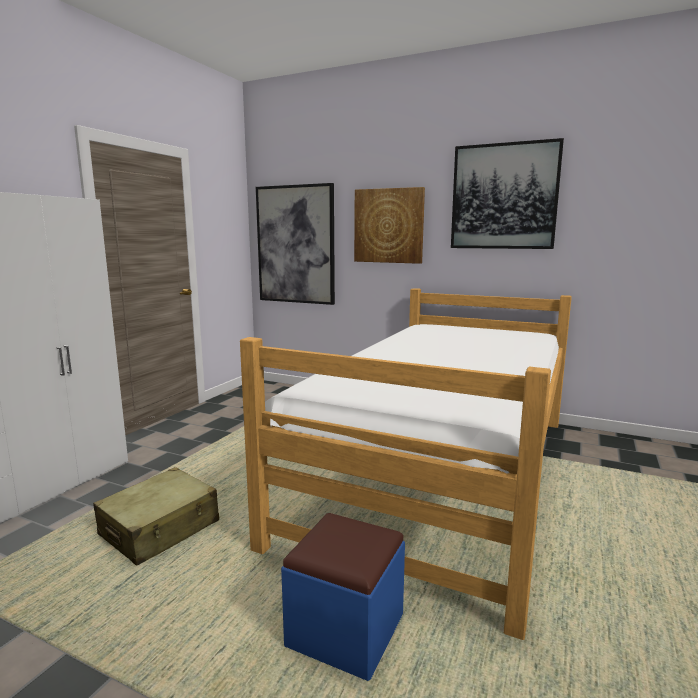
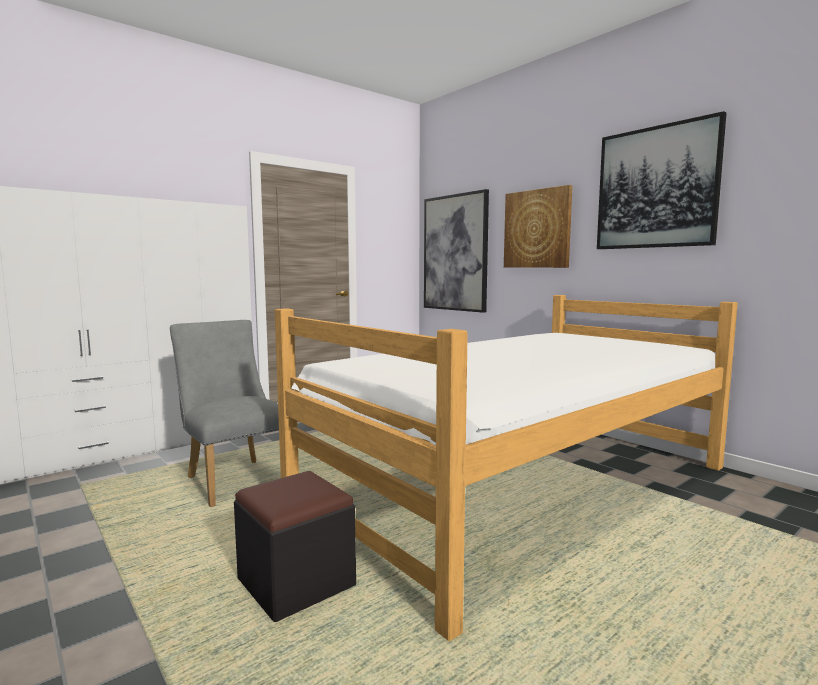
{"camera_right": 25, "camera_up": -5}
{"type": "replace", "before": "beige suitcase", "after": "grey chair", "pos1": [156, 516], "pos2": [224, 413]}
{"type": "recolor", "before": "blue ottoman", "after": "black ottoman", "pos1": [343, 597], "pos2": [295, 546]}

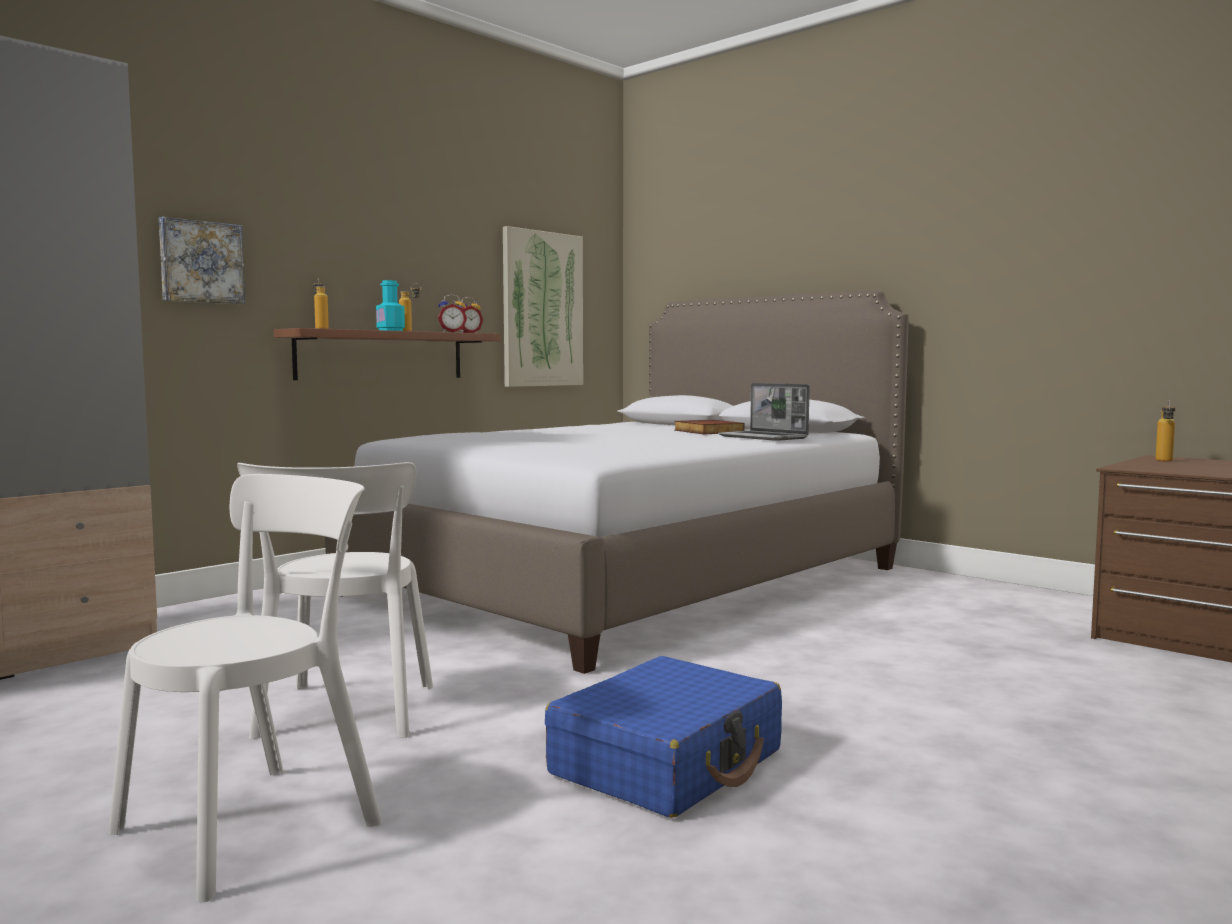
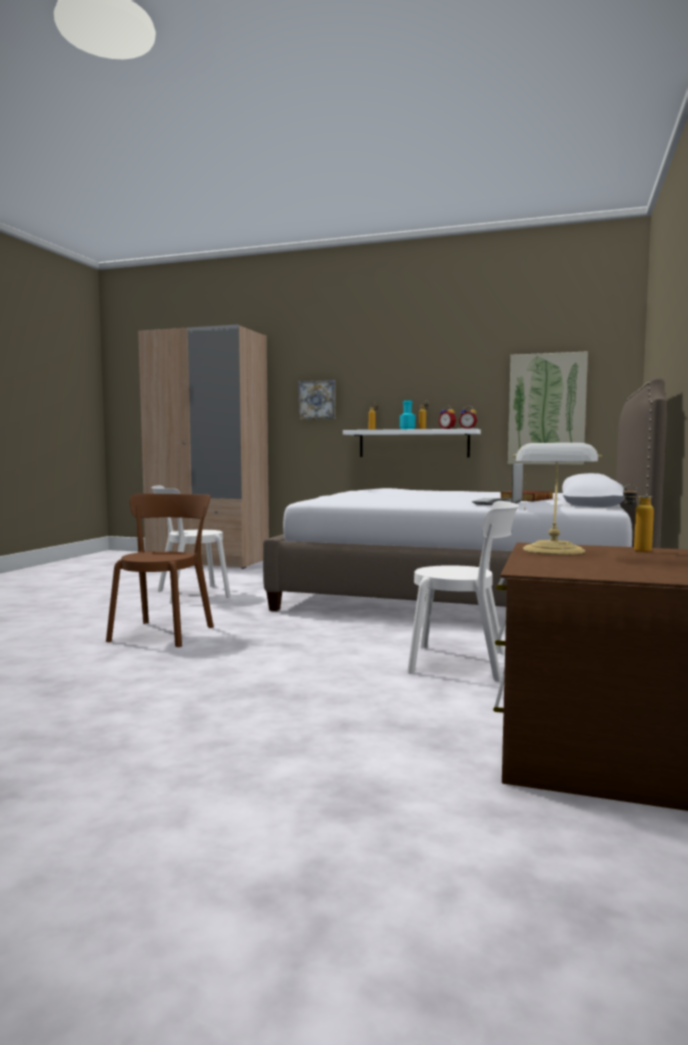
{"camera_right": 65, "camera_up": 0}
{"type": "replace", "before": "blue suitcase", "after": "brown chair", "pos1": [663, 737], "pos2": [160, 570]}
{"type": "recolor", "before": "brown shelf", "after": "white shelf", "pos1": [387, 354], "pos2": [412, 443]}
{"type": "move", "before": "white chair", "pos1": [245, 688], "pos2": [463, 591]}
{"type": "insert", "after": "table lamp", "pos2": [557, 499]}

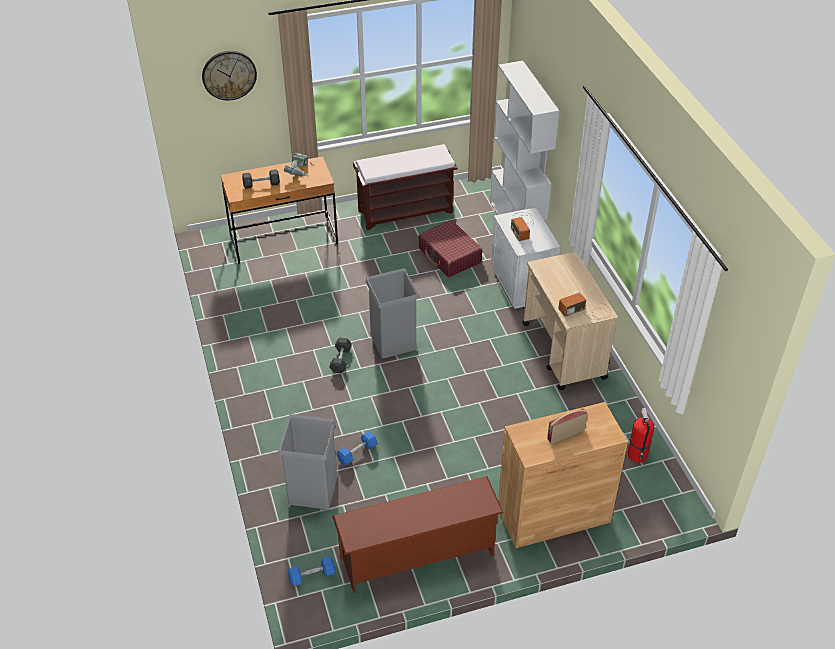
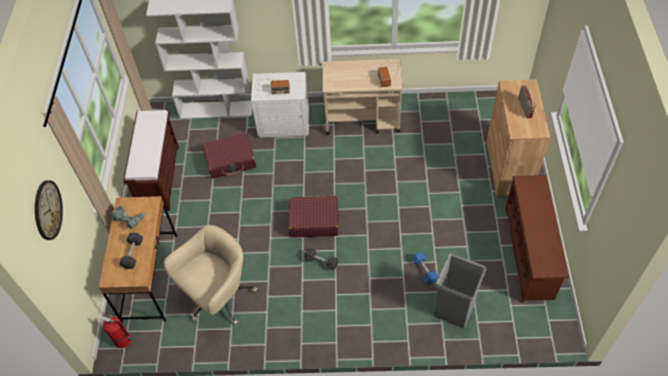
{"camera_right": -70, "camera_up": 10}
{"type": "move", "before": "fire extinguisher", "pos1": [640, 435], "pos2": [116, 332]}
{"type": "insert", "after": "beige office chair", "pos2": [211, 275]}
{"type": "replace", "before": "grey trash can", "after": "red suitcase", "pos1": [392, 313], "pos2": [313, 216]}
{"type": "delete", "before": "blue dumbbell", "pos1": [312, 571]}

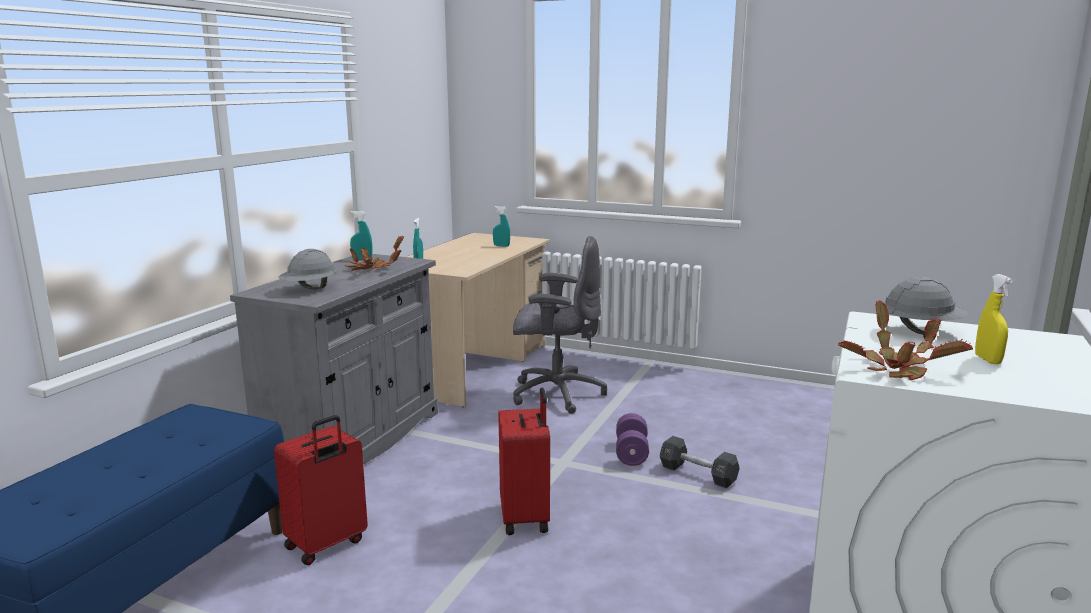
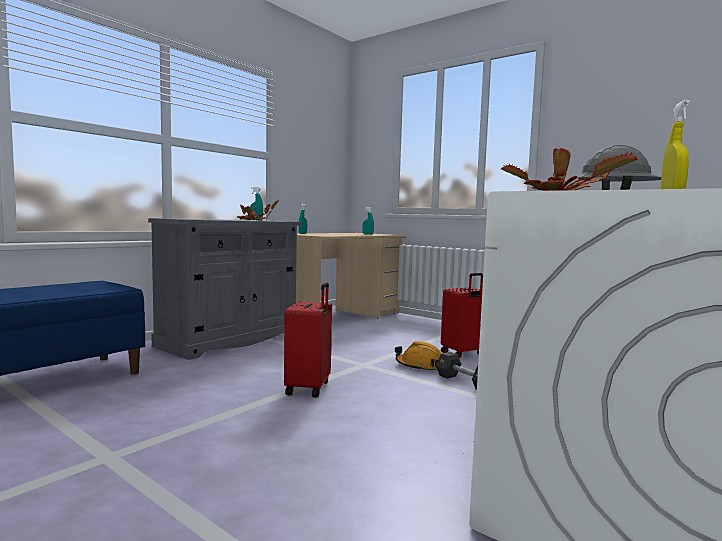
{"camera_right": 15, "camera_up": -10}
{"type": "replace", "before": "purple dumbbell", "after": "orange hard hat", "pos1": [632, 439], "pos2": [418, 356]}
{"type": "move", "before": "red suitcase", "pos1": [321, 490], "pos2": [462, 315]}
{"type": "delete", "before": "grey hard hat", "pos1": [307, 269]}
{"type": "delete", "before": "grey office chair", "pos1": [560, 325]}

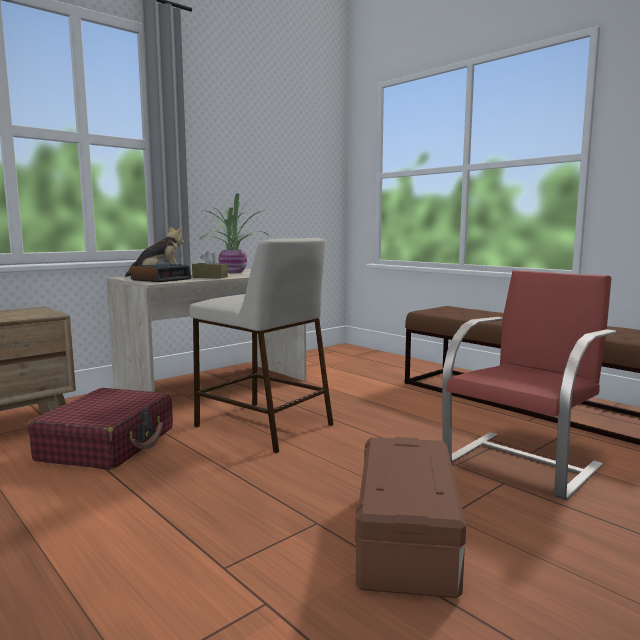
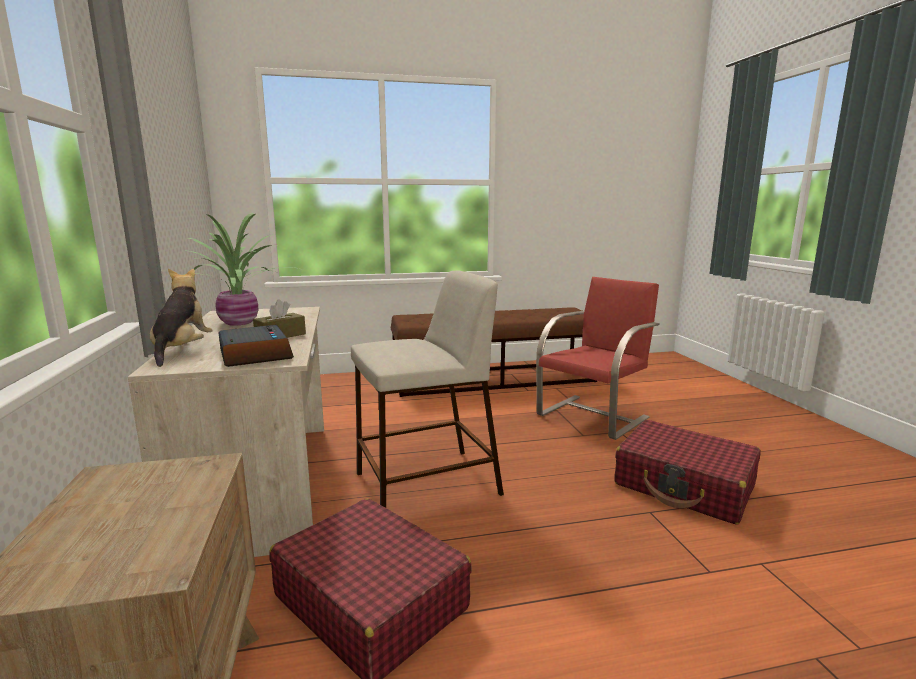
{"camera_right": -60, "camera_up": 5}
{"type": "rotate", "before": "red chair", "pos1": [529, 385], "pos2": [598, 358], "turn": 60}
{"type": "replace", "before": "brown storage box", "after": "red suitcase", "pos1": [410, 517], "pos2": [687, 472]}

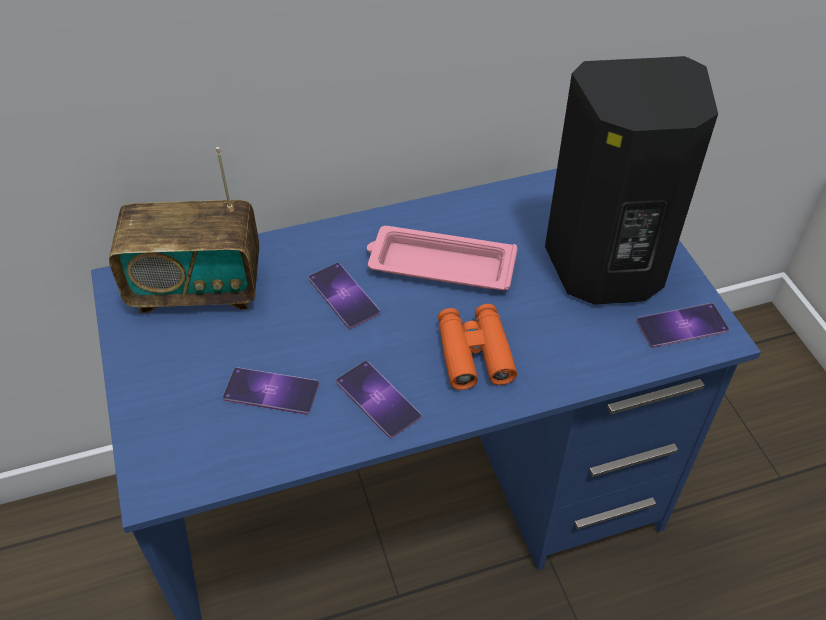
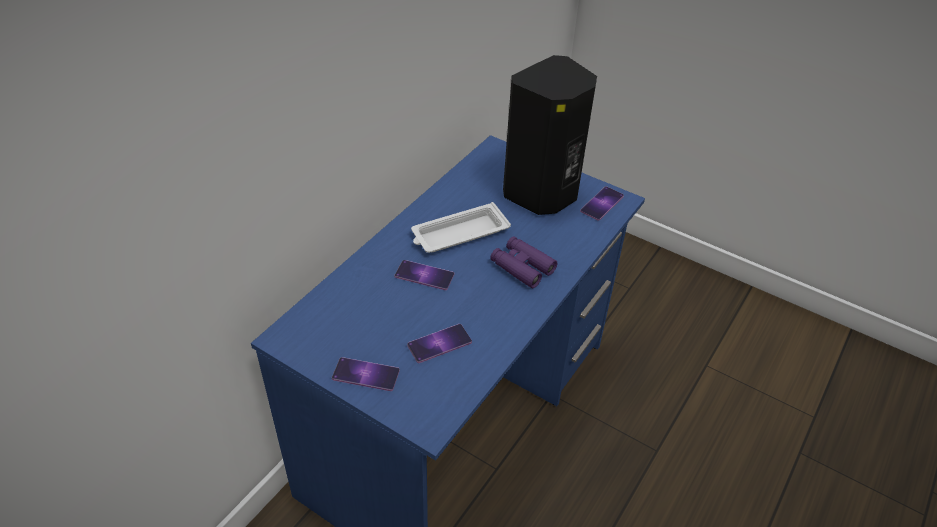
{"camera_right": -40, "camera_up": -5}
{"type": "move", "before": "phone", "pos1": [378, 400], "pos2": [366, 374]}
{"type": "recolor", "before": "pink tray", "after": "white tray", "pos1": [442, 258], "pos2": [461, 227]}
{"type": "recolor", "before": "orange binoculars", "after": "purple binoculars", "pos1": [477, 347], "pos2": [523, 262]}
{"type": "delete", "before": "radio", "pos1": [184, 230]}

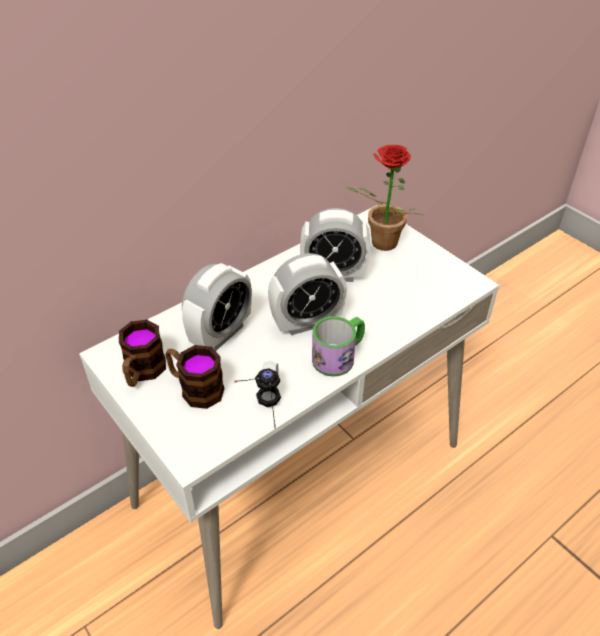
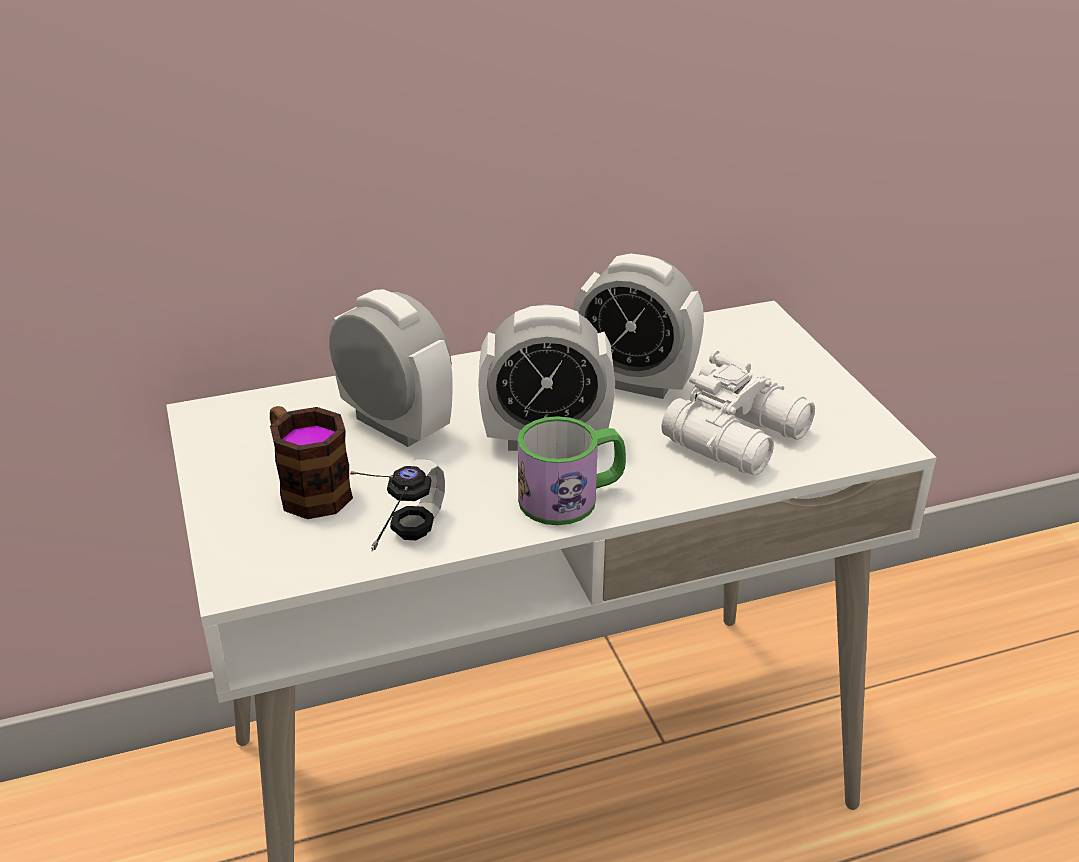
{"camera_right": 20, "camera_up": -10}
{"type": "rotate", "before": "alarm clock", "pos1": [217, 307], "pos2": [391, 368], "turn": -105}
{"type": "insert", "after": "white binoculars", "pos2": [738, 412]}
{"type": "delete", "before": "mug", "pos1": [142, 353]}
{"type": "delete", "before": "potted plant", "pos1": [385, 198]}

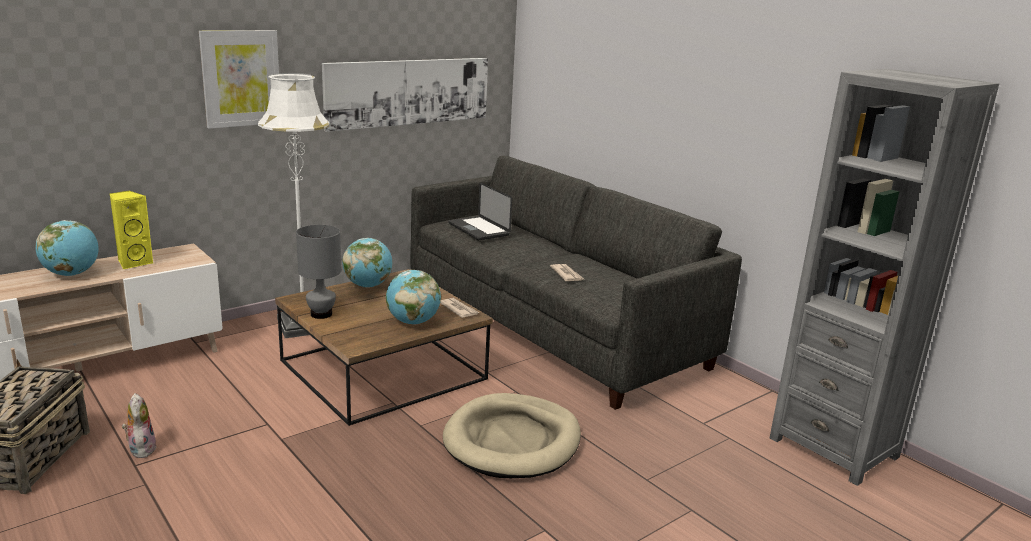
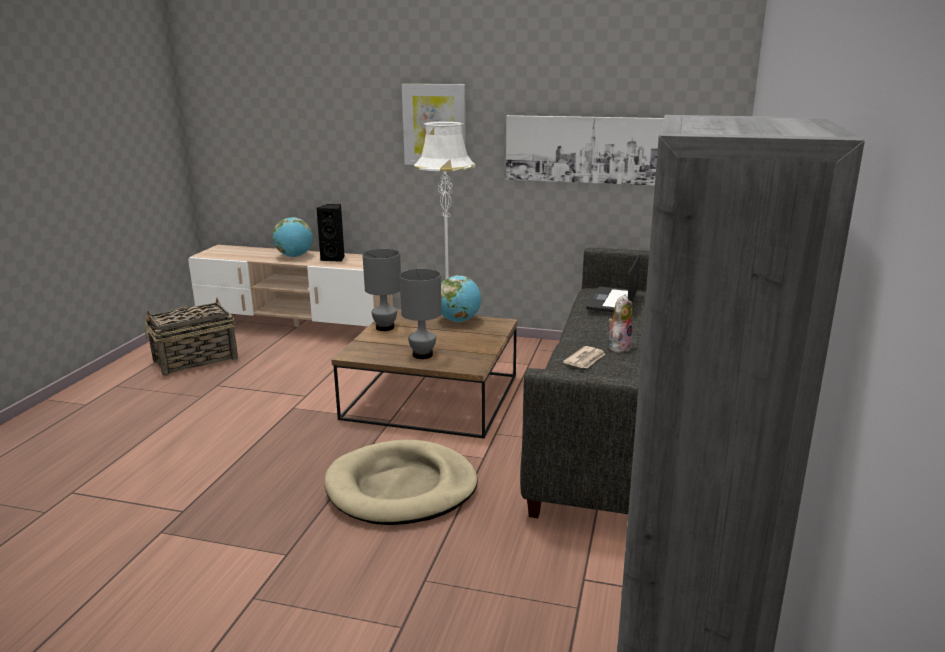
{"camera_right": 55, "camera_up": 0}
{"type": "recolor", "before": "yellow speaker", "after": "black speaker", "pos1": [132, 229], "pos2": [330, 233]}
{"type": "replace", "before": "globe", "after": "grey table lamp", "pos1": [413, 297], "pos2": [420, 314]}
{"type": "move", "before": "plush toy", "pos1": [139, 425], "pos2": [620, 323]}
{"type": "delete", "before": "newspaper", "pos1": [459, 308]}

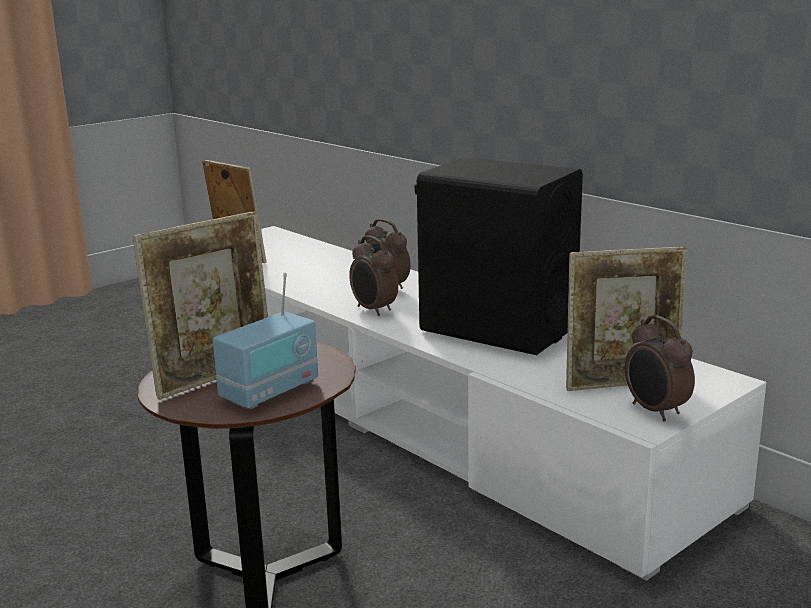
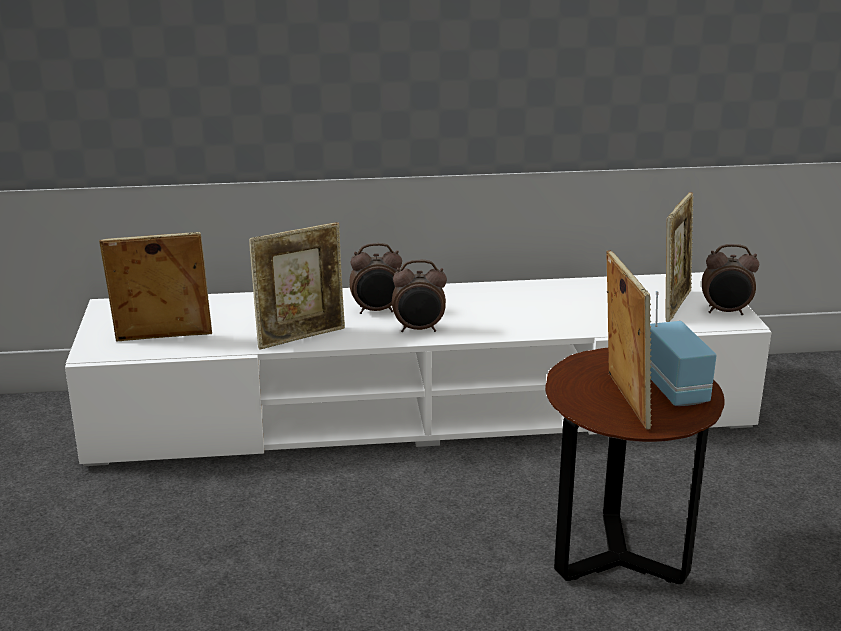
{"camera_right": -55, "camera_up": 5}
{"type": "insert", "after": "picture frame", "pos2": [297, 286]}
{"type": "delete", "before": "black speaker", "pos1": [498, 256]}

